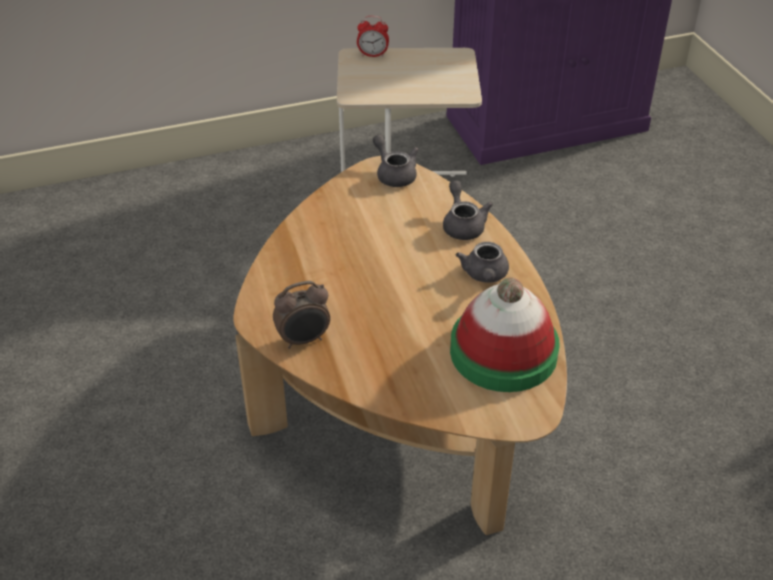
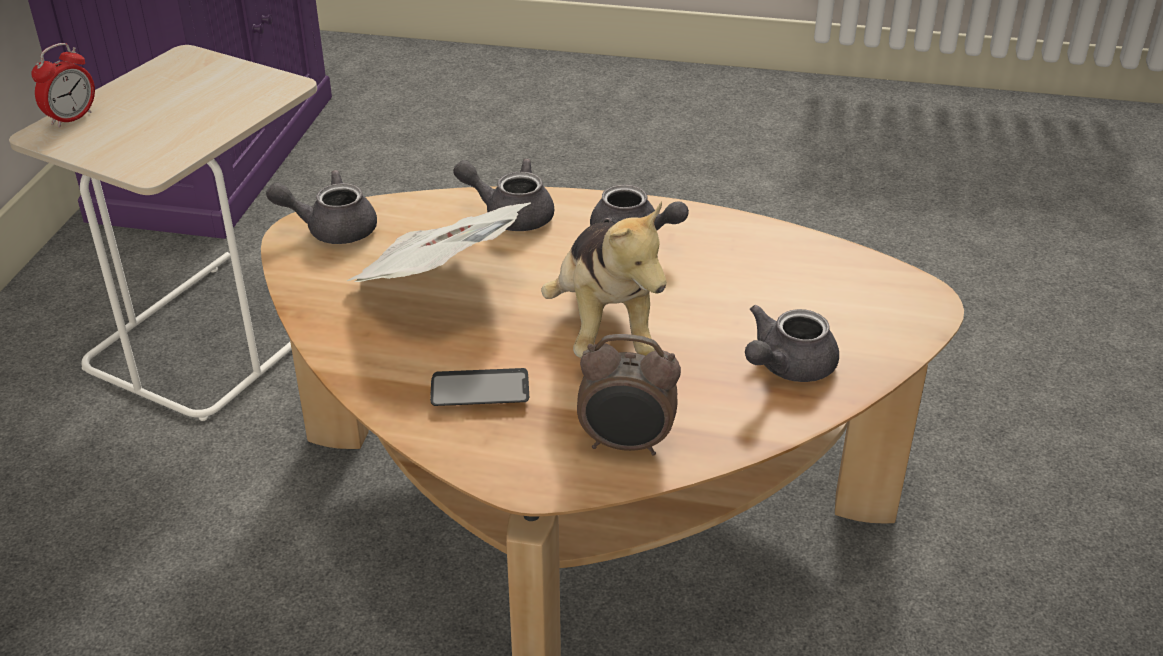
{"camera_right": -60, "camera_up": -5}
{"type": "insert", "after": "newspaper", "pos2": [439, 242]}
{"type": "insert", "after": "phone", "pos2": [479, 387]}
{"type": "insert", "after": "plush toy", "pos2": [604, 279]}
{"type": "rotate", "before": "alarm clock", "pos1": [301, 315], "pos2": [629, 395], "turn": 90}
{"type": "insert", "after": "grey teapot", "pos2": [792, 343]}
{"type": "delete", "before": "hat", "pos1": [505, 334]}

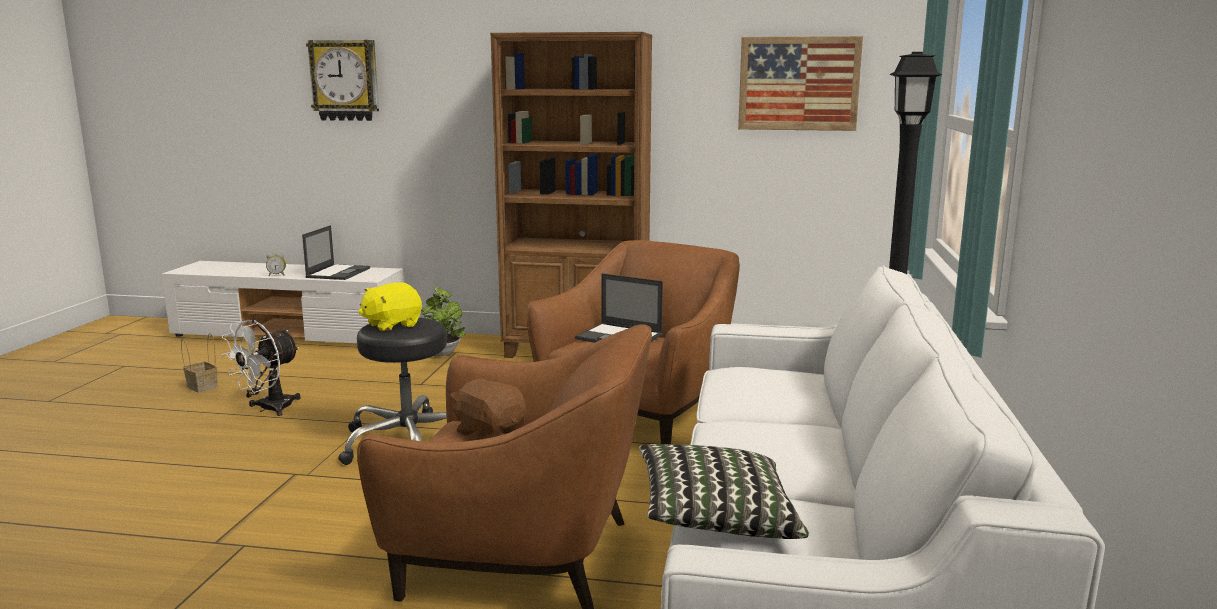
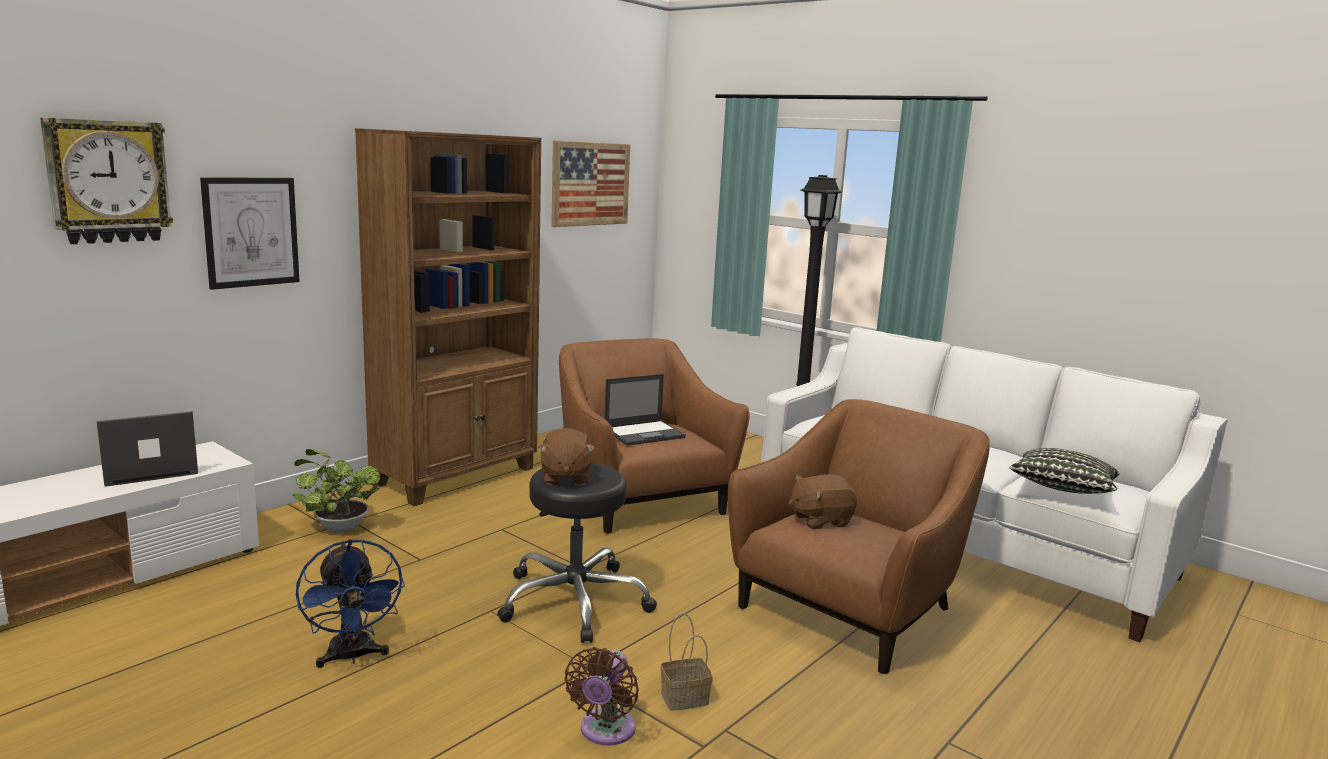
{"camera_right": -60, "camera_up": 0}
{"type": "rotate", "before": "laptop", "pos1": [336, 252], "pos2": [147, 449], "turn": -75}
{"type": "insert", "after": "picture", "pos2": [250, 233]}
{"type": "recolor", "before": "white fan", "after": "blue fan", "pos1": [261, 368], "pos2": [350, 603]}
{"type": "recolor", "before": "yellow plush toy", "after": "brown plush toy", "pos1": [390, 307], "pos2": [566, 457]}
{"type": "insert", "after": "brown fan", "pos2": [602, 696]}
{"type": "move", "before": "basket", "pos1": [199, 363], "pos2": [687, 662]}
{"type": "delete", "before": "alarm clock", "pos1": [276, 264]}

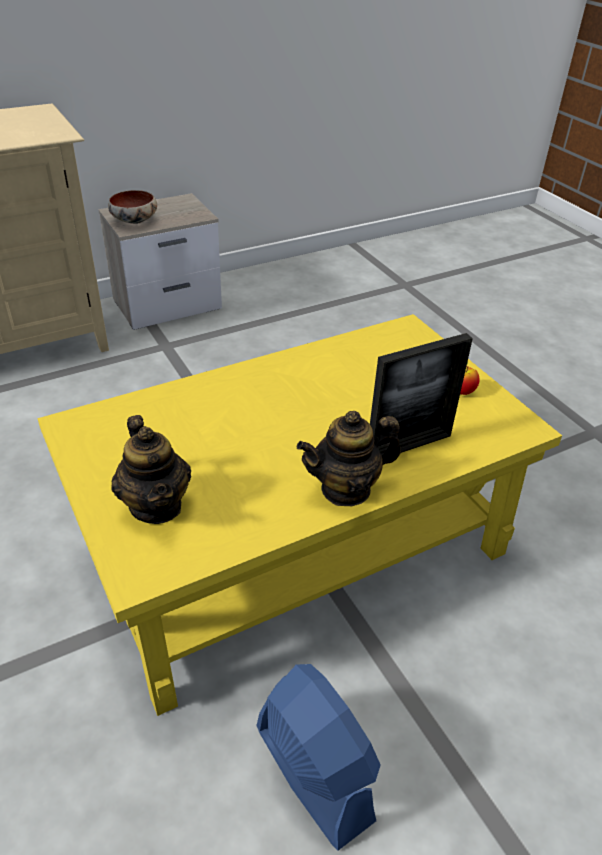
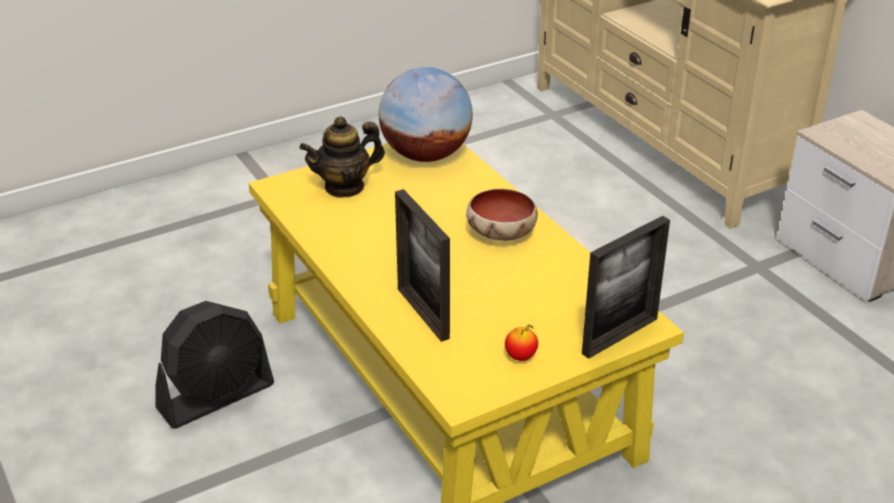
{"camera_right": 90, "camera_up": -5}
{"type": "recolor", "before": "blue fan", "after": "black fan", "pos1": [318, 757], "pos2": [215, 365]}
{"type": "insert", "after": "globe", "pos2": [426, 114]}
{"type": "move", "before": "bowl", "pos1": [132, 207], "pos2": [502, 215]}
{"type": "insert", "after": "picture frame", "pos2": [626, 287]}
{"type": "delete", "before": "teapot", "pos1": [349, 459]}

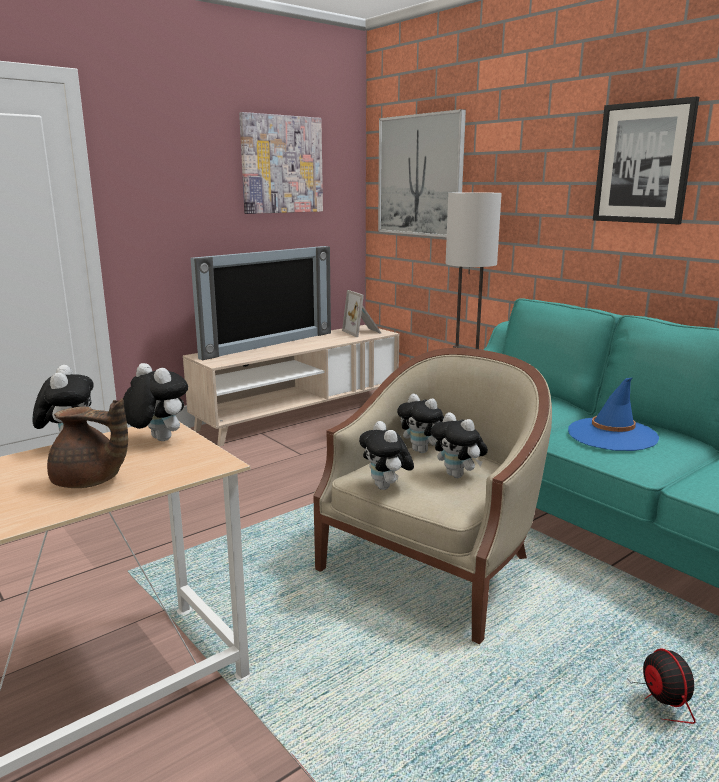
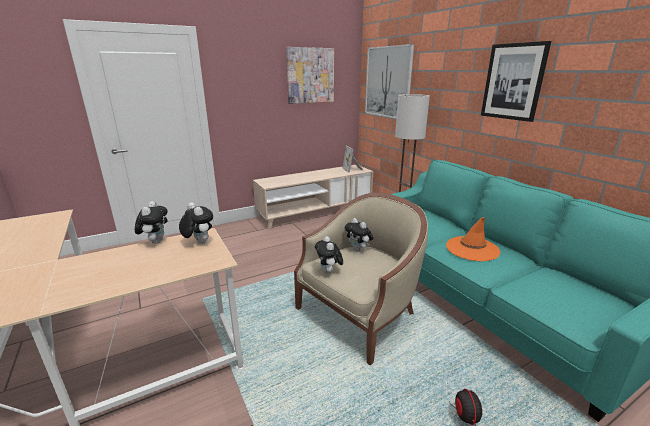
{"camera_right": 10, "camera_up": 5}
{"type": "recolor", "before": "blue hat", "after": "orange hat", "pos1": [613, 414], "pos2": [473, 239]}
{"type": "delete", "before": "brown teapot", "pos1": [87, 443]}
{"type": "delete", "before": "television", "pos1": [261, 303]}
{"type": "delete", "before": "plush toy", "pos1": [459, 445]}

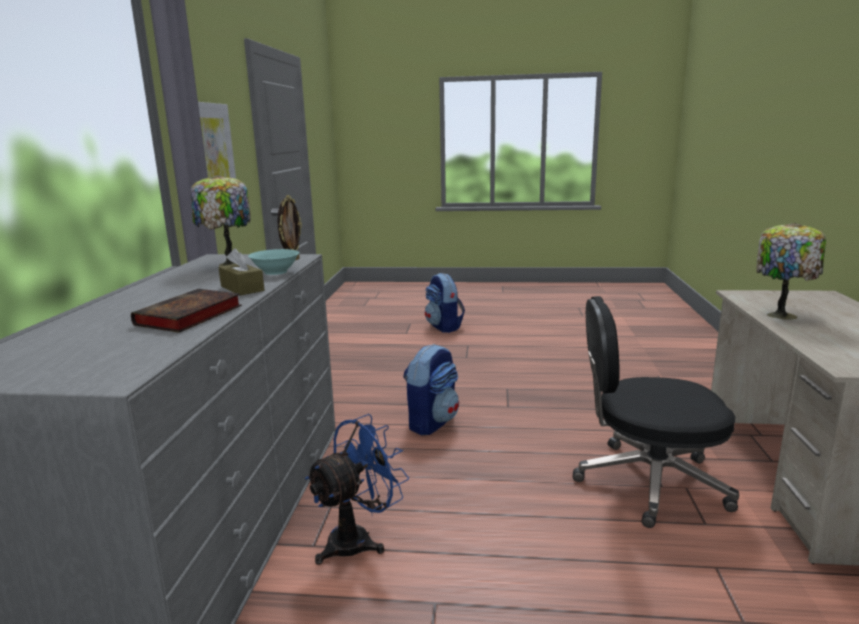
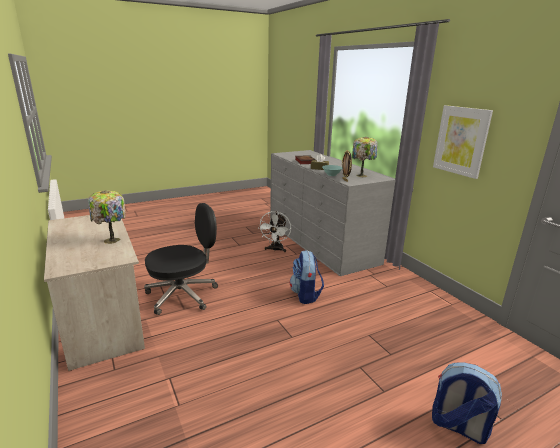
{"camera_right": 145, "camera_up": 5}
{"type": "recolor", "before": "blue fan", "after": "white fan", "pos1": [357, 489], "pos2": [274, 231]}

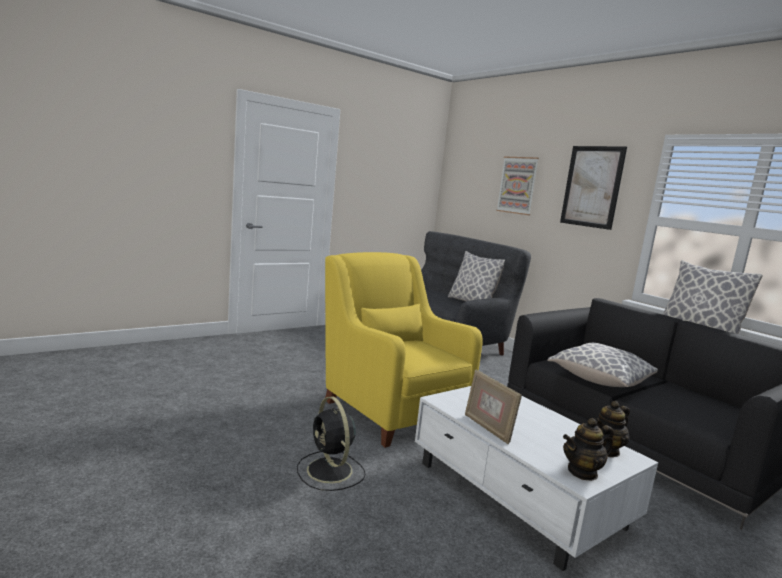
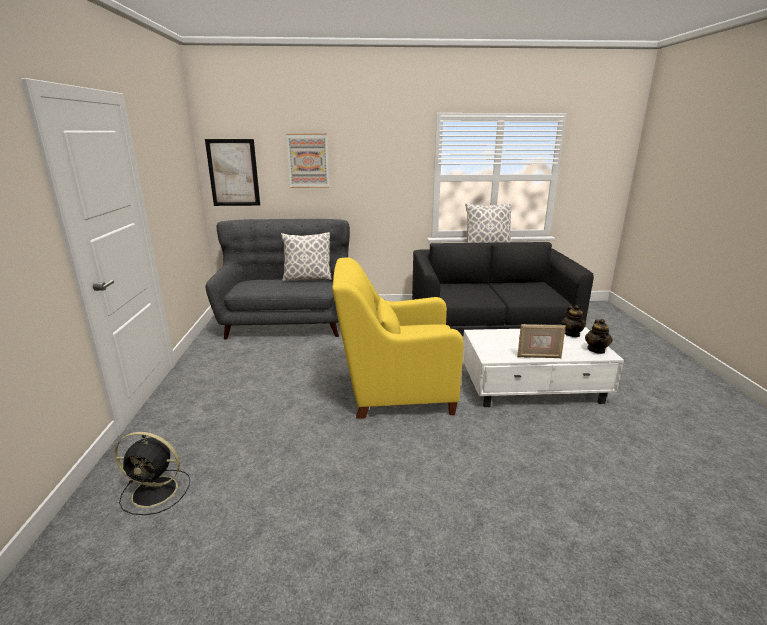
{"camera_right": -55, "camera_up": 10}
{"type": "move", "before": "black fan", "pos1": [331, 444], "pos2": [152, 473]}
{"type": "move", "before": "picture", "pos1": [593, 188], "pos2": [232, 172]}
{"type": "delete", "before": "pillow", "pos1": [602, 365]}

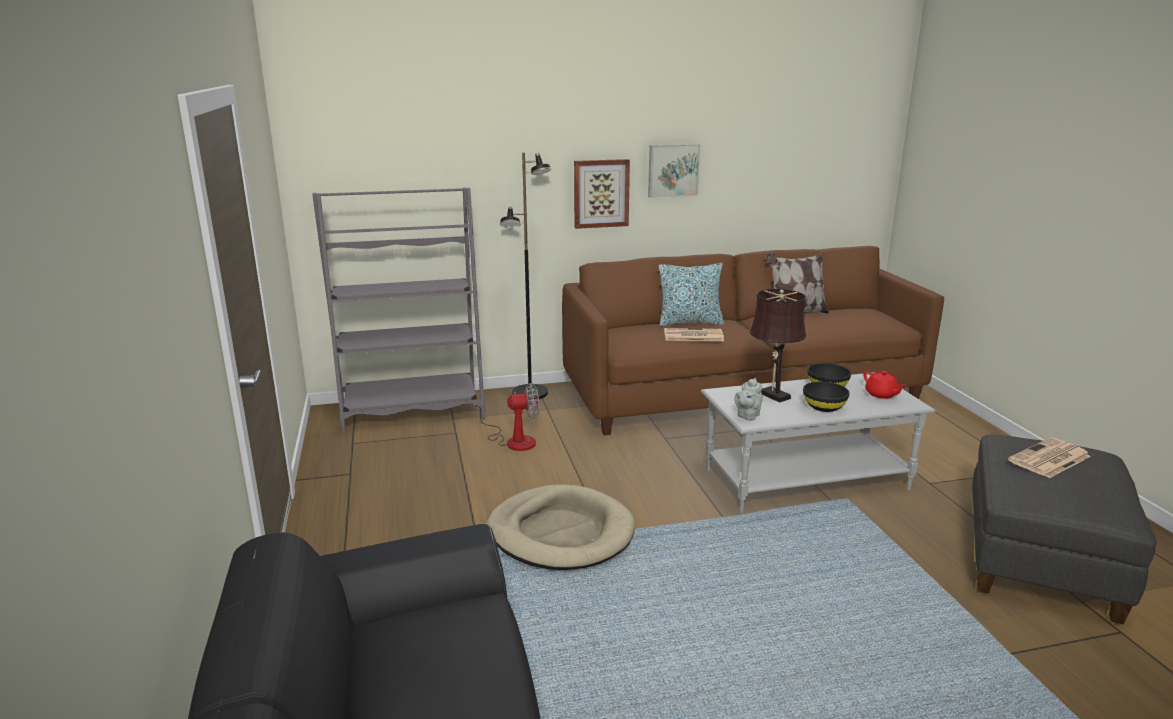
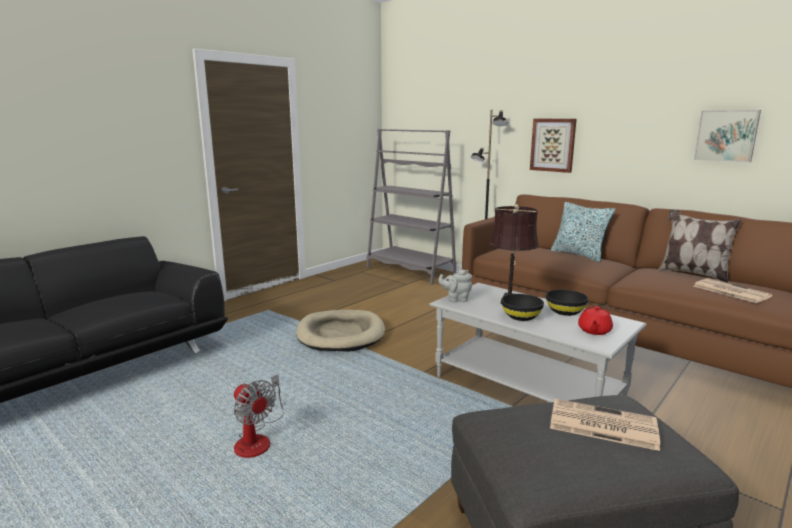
{"camera_right": 55, "camera_up": -5}
{"type": "move", "before": "fan", "pos1": [506, 417], "pos2": [259, 416]}
{"type": "move", "before": "newspaper", "pos1": [694, 334], "pos2": [732, 290]}
{"type": "move", "before": "picture", "pos1": [674, 171], "pos2": [727, 136]}

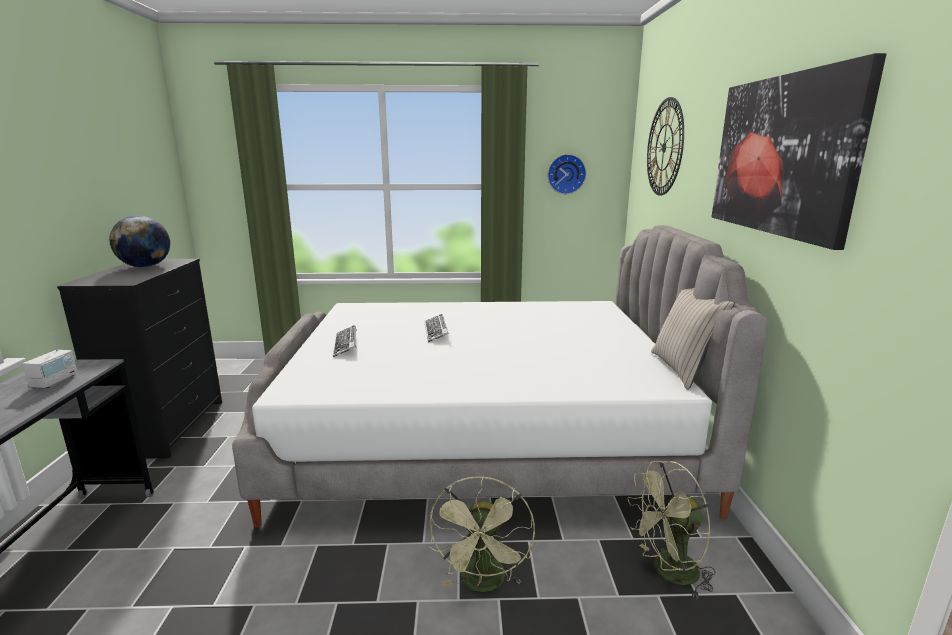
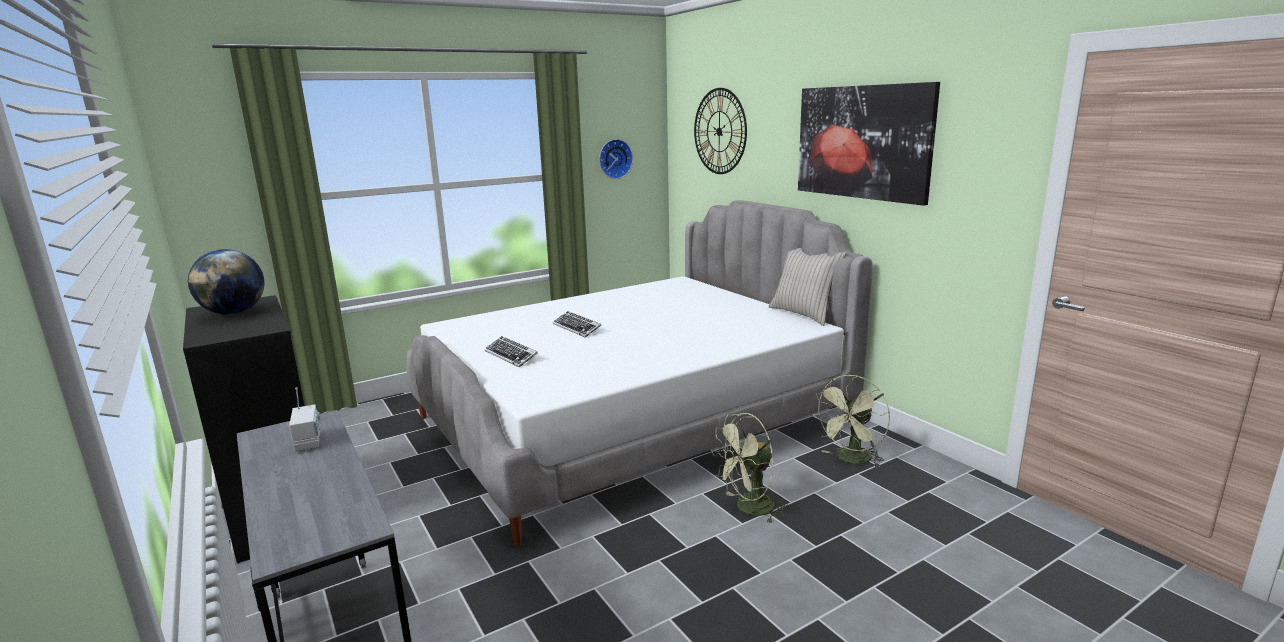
{"camera_right": -30, "camera_up": 0}
{"type": "rotate", "before": "green fan", "pos1": [482, 534], "pos2": [750, 468], "turn": 90}

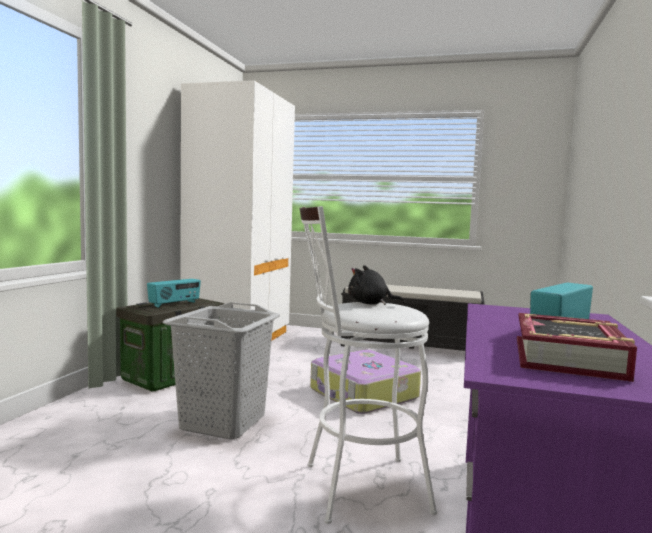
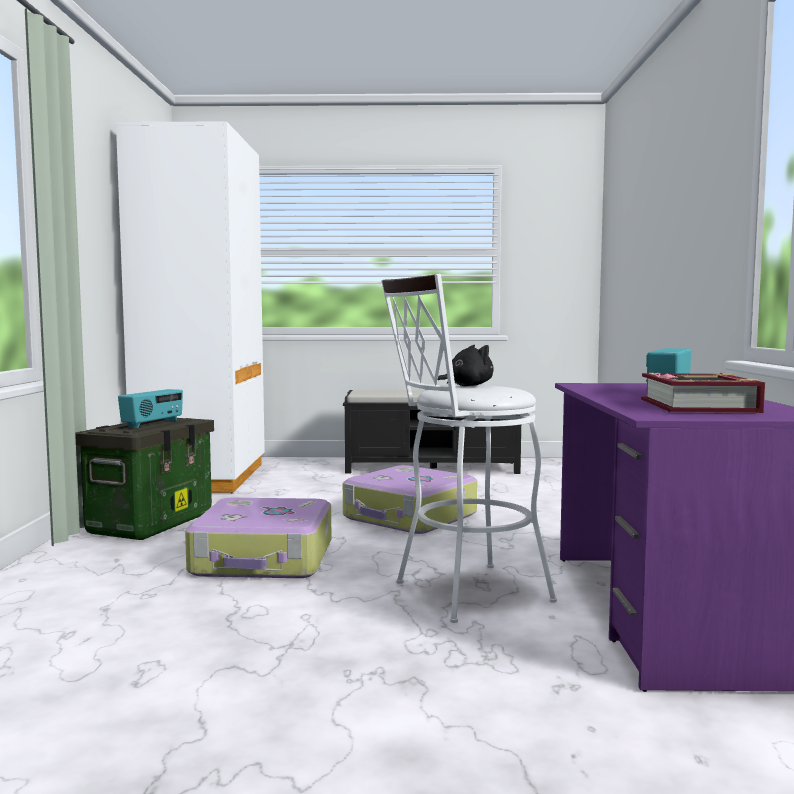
{"camera_right": -15, "camera_up": 0}
{"type": "replace", "before": "grey laundry basket", "after": "suitcase", "pos1": [221, 371], "pos2": [258, 538]}
{"type": "rotate", "before": "black plush toy", "pos1": [376, 285], "pos2": [465, 365], "turn": 150}

